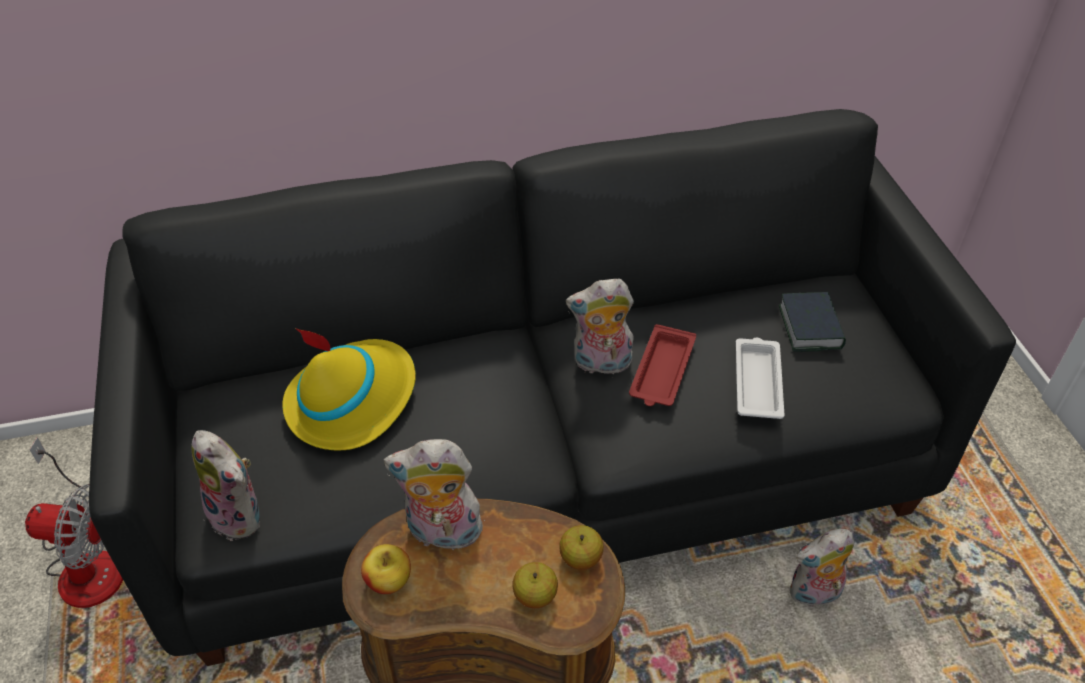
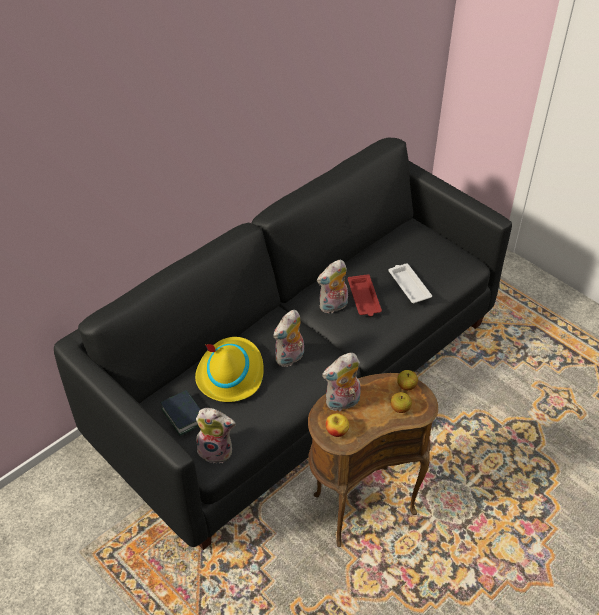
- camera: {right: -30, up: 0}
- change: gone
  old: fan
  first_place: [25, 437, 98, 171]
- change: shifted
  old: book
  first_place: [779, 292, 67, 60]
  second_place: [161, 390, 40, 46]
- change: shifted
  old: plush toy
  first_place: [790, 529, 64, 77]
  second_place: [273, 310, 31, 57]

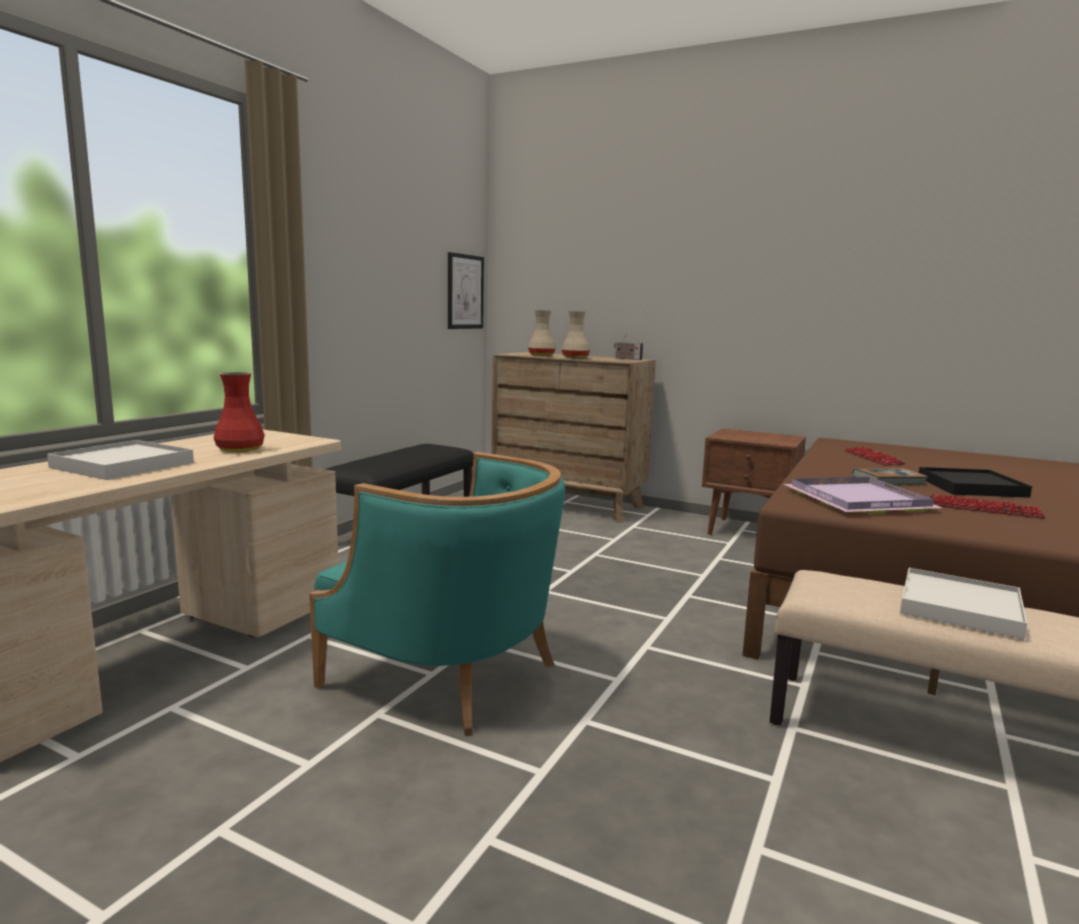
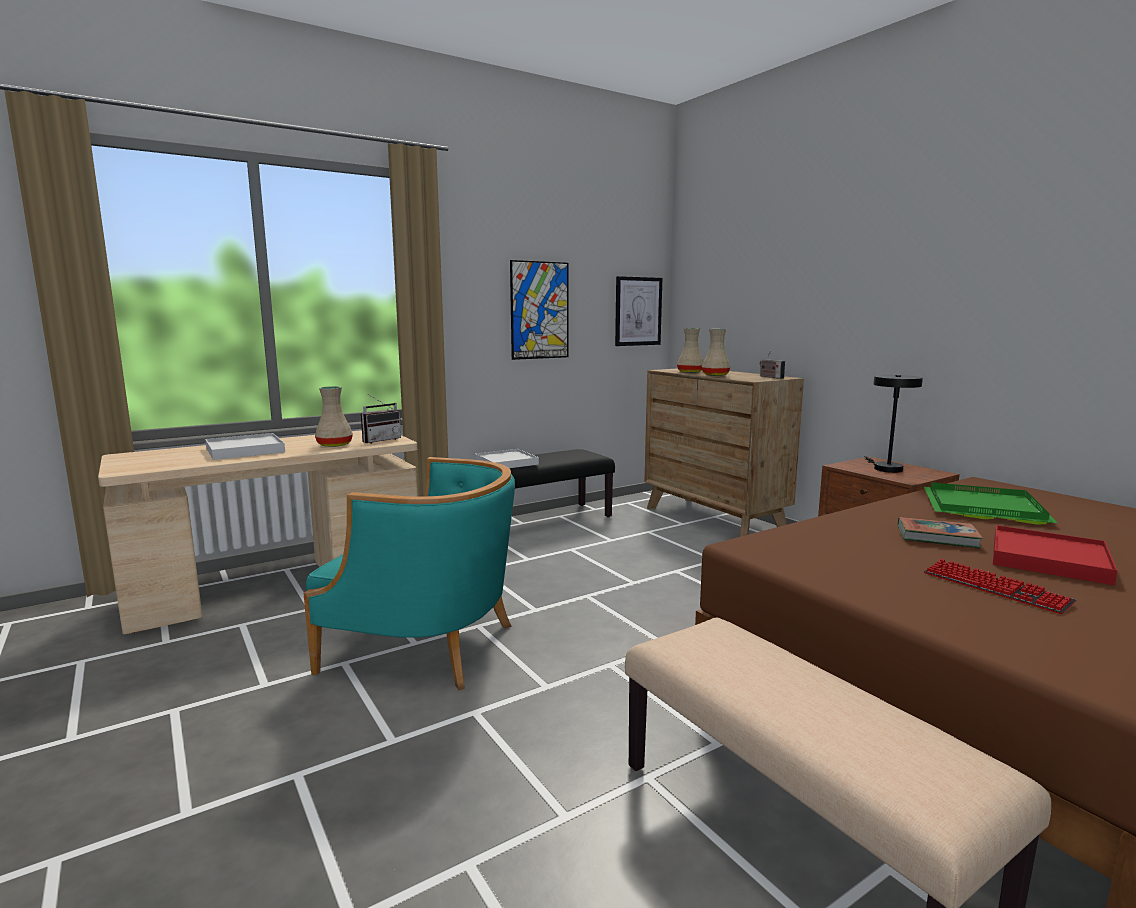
- camera: {right: 30, up: 0}
- change: repainted
  old: red vase
  new: beige vase
  first_place: [214, 372, 51, 80]
  second_place: [315, 386, 38, 61]
- change: rotated
  old: turquoise armchair
  first_place: [309, 452, 256, 285]
  second_place: [304, 457, 211, 233]
  degrees: -45
- change: gone
  old: purple tray
  first_place: [784, 477, 158, 37]
- change: swapped
  old: keyboard
  new: green tray
  first_place: [845, 447, 61, 19]
  second_place: [924, 482, 134, 43]
- change: shifted
  old: white tray
  first_place: [900, 568, 127, 71]
  second_place: [475, 449, 64, 19]
- change: repainted
  old: black tray
  new: red tray
  first_place: [919, 467, 113, 31]
  second_place: [993, 525, 125, 60]
- change: new
  new: radio
  second_place: [361, 394, 40, 50]
- change: new
  new: picture
  second_place: [510, 260, 58, 100]
- change: new
  new: black table lamp
  second_place: [864, 375, 59, 98]

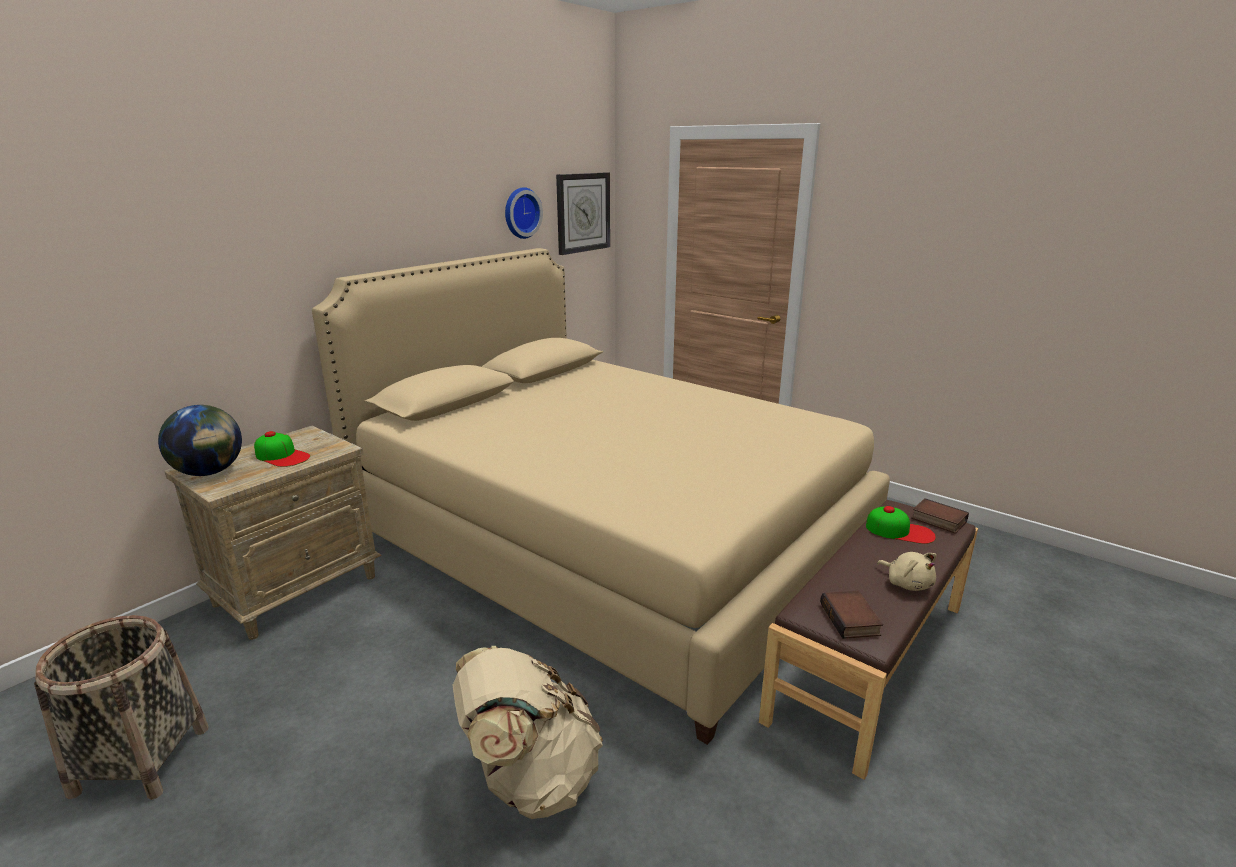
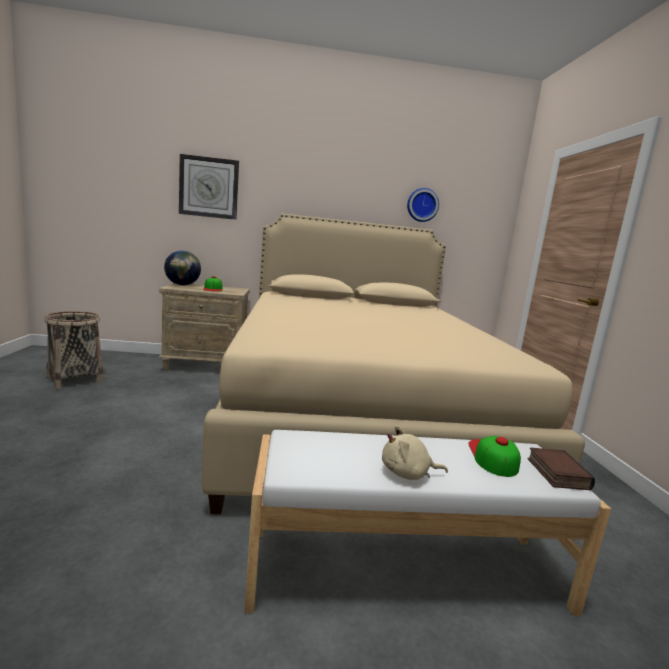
- camera: {right: 45, up: -10}
- change: gone
  old: beige backpack
  first_place: [453, 646, 150, 173]
- change: shifted
  old: wall clock
  first_place: [556, 172, 54, 83]
  second_place: [179, 154, 60, 66]
- change: repainted
  old: brown bench
  new: white bench
  first_place: [759, 500, 219, 280]
  second_place: [245, 430, 366, 186]
- change: gone
  old: book
  first_place: [820, 591, 63, 48]
- change: rotated
  old: cap
  first_place: [866, 506, 70, 38]
  second_place: [469, 436, 52, 41]
  degrees: -150
- change: rotated
  old: beige plush toy
  first_place: [877, 552, 59, 39]
  second_place: [382, 425, 66, 55]
  degrees: 75

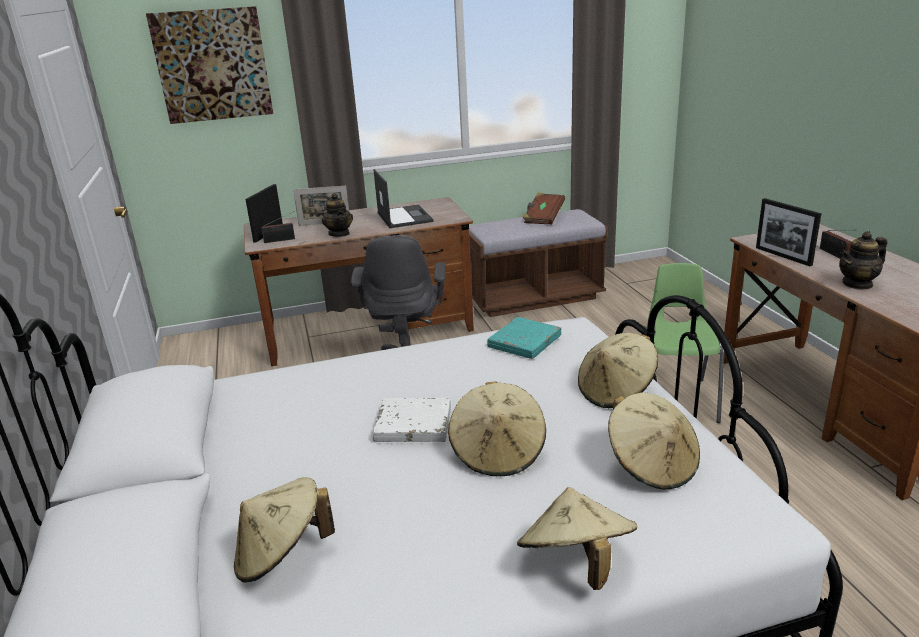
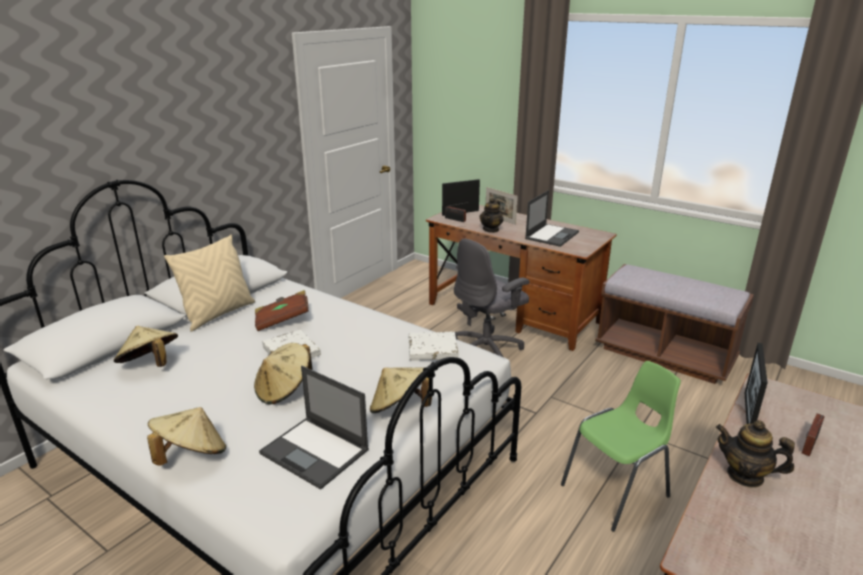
- camera: {right: 50, up: 0}
- change: gone
  old: picture
  first_place: [146, 6, 127, 118]
- change: repainted
  old: turquoise book
  new: white book
  first_place: [487, 317, 74, 42]
  second_place: [409, 332, 50, 29]
- change: shifted
  old: brown book
  first_place: [523, 193, 42, 32]
  second_place: [255, 290, 54, 41]
- change: swapped
  old: beige hat
  new: laptop
  first_place: [608, 392, 92, 98]
  second_place: [259, 366, 110, 124]
- change: new
  new: beige pillow
  second_place: [164, 235, 91, 97]

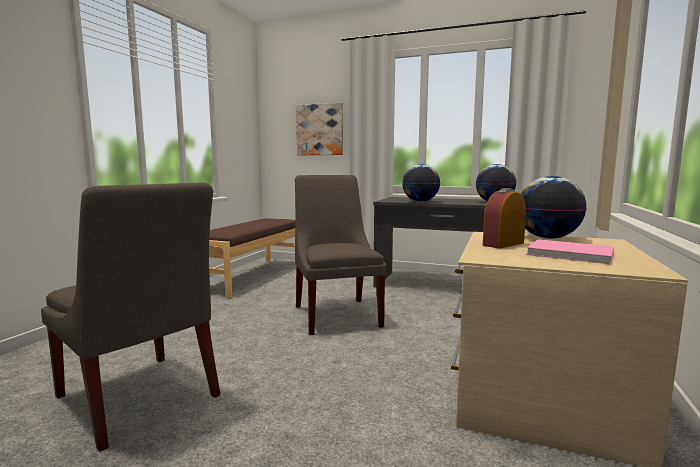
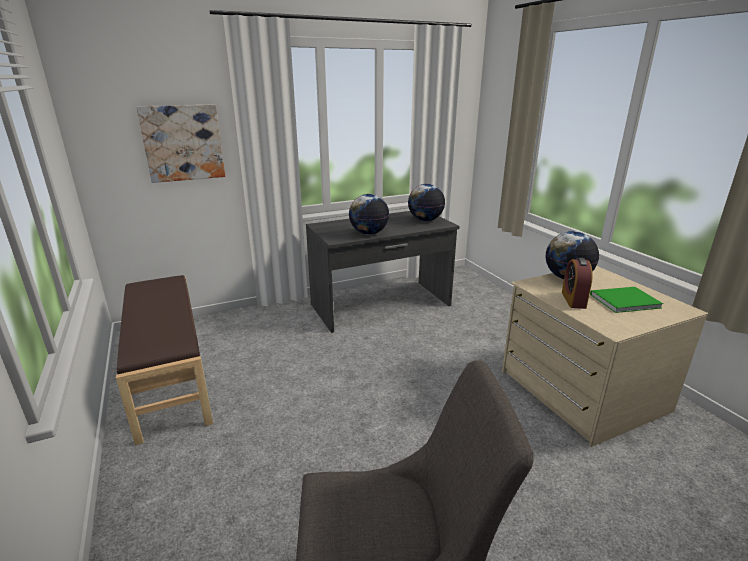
- camera: {right: -45, up: 15}
- change: gone
  old: grey chair
  first_place: [295, 175, 92, 160]
- change: repainted
  old: pink book
  new: green book
  first_place: [526, 239, 88, 25]
  second_place: [590, 287, 73, 26]

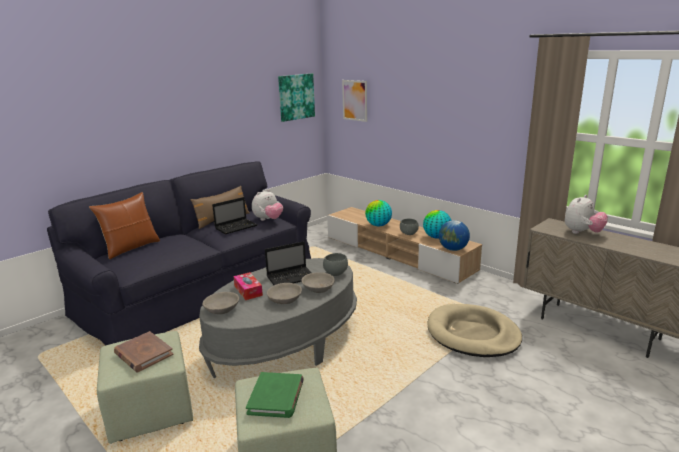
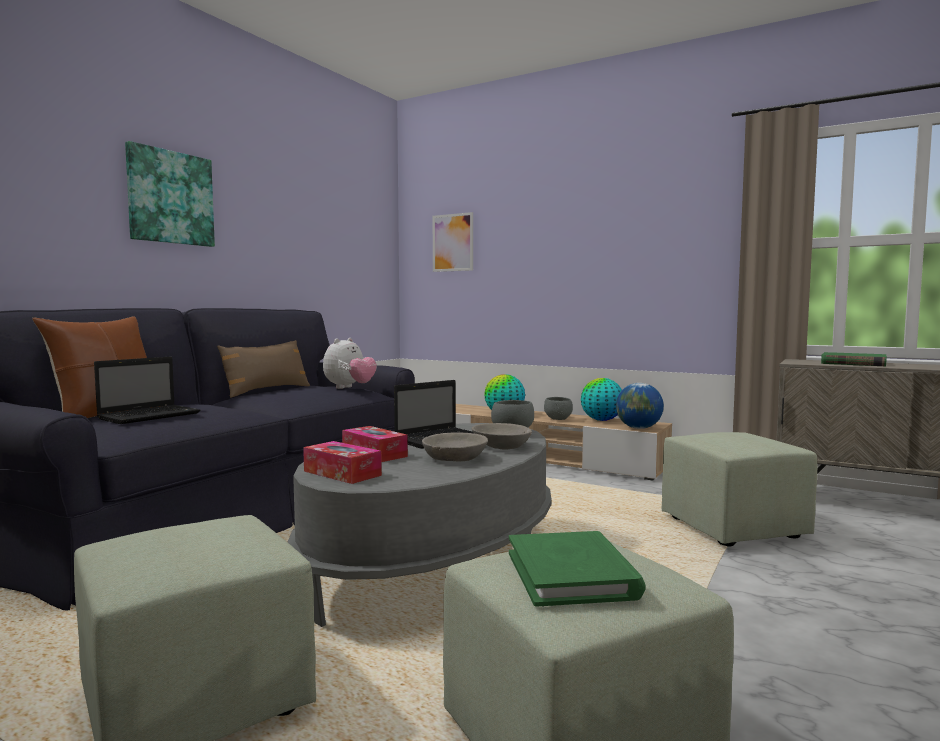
- camera: {right: -15, up: -15}
- change: gone
  old: brown book
  first_place: [114, 331, 60, 42]
- change: swapped
  old: grey bowl
  new: tissue box
  first_place: [202, 292, 37, 22]
  second_place: [303, 441, 79, 43]
- change: shifted
  old: laptop
  first_place: [212, 197, 46, 38]
  second_place: [94, 357, 106, 67]
- change: shifted
  old: picture
  first_place: [278, 73, 37, 49]
  second_place: [125, 141, 90, 106]
- change: swapped
  old: beige dog bed
  new: green ottoman
  first_place: [427, 304, 95, 53]
  second_place: [662, 432, 155, 115]
- change: swapped
  old: plush toy
  new: green book
  first_place: [565, 195, 43, 39]
  second_place: [821, 352, 66, 14]

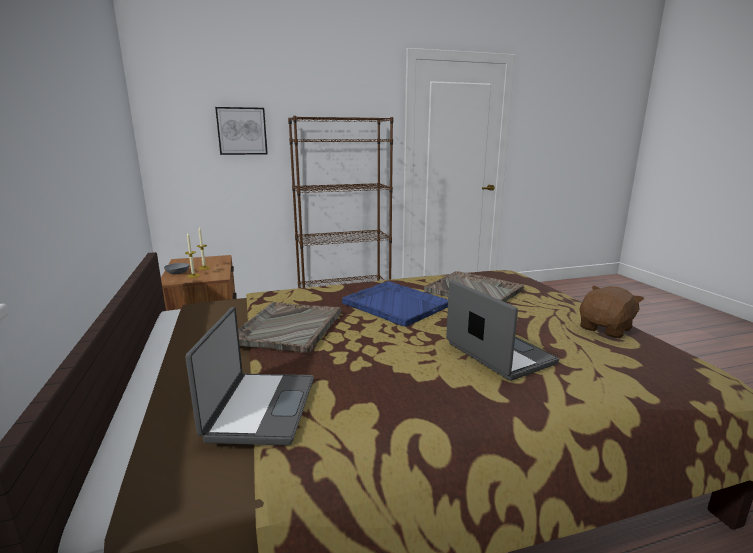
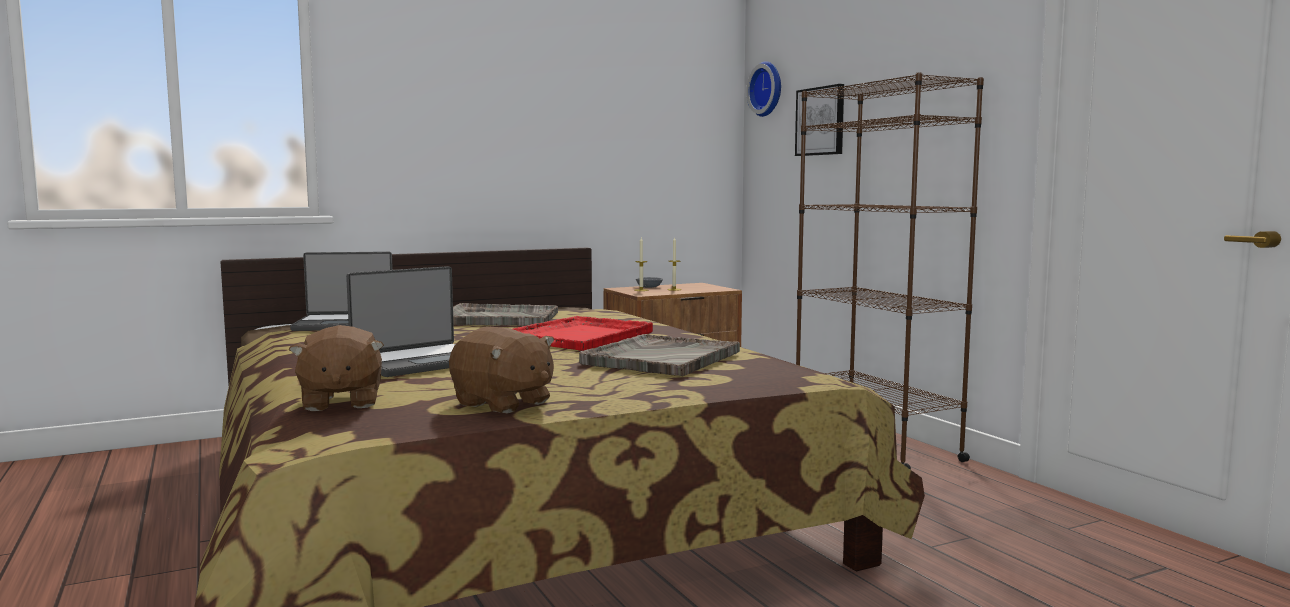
- camera: {right: 80, up: -10}
- change: repainted
  old: blue tray
  new: red tray
  first_place: [342, 281, 106, 46]
  second_place: [513, 316, 140, 35]
- change: new
  new: brown plush toy
  second_place: [289, 325, 95, 86]
- change: new
  new: wall clock
  second_place: [746, 61, 35, 56]

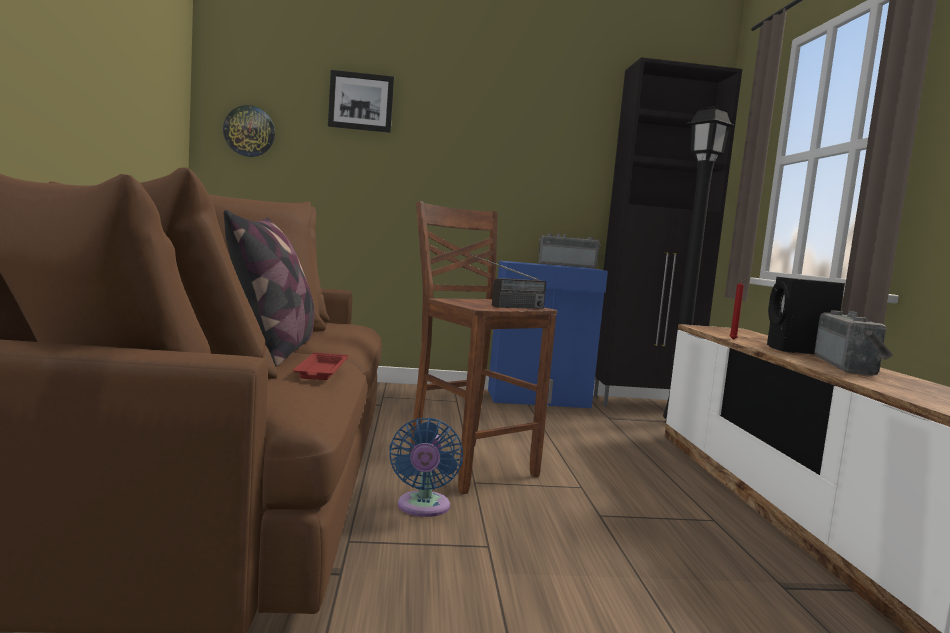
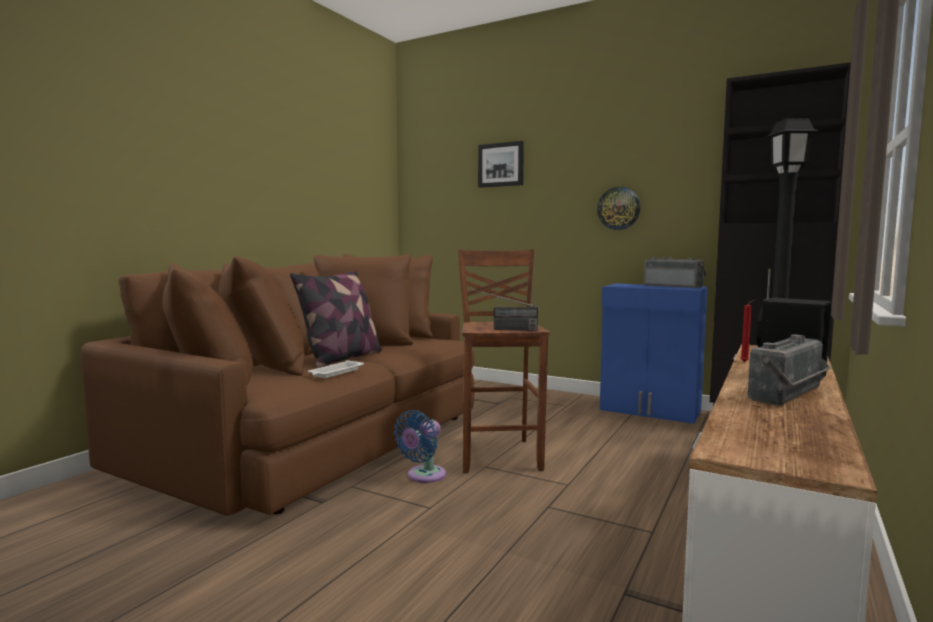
- camera: {right: 35, up: 0}
- change: shifted
  old: wall clock
  first_place: [223, 105, 52, 52]
  second_place: [597, 187, 43, 43]
- change: repainted
  old: red tray
  new: white tray
  first_place: [293, 352, 55, 28]
  second_place: [308, 360, 56, 18]

